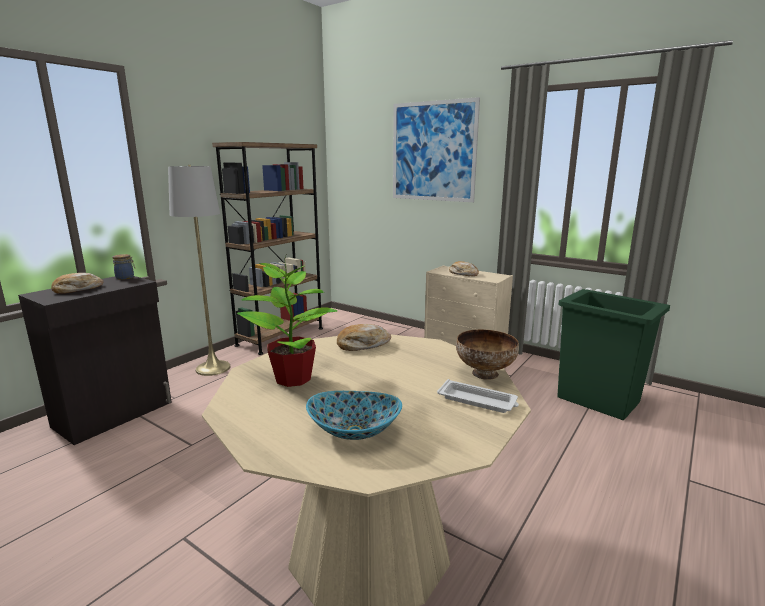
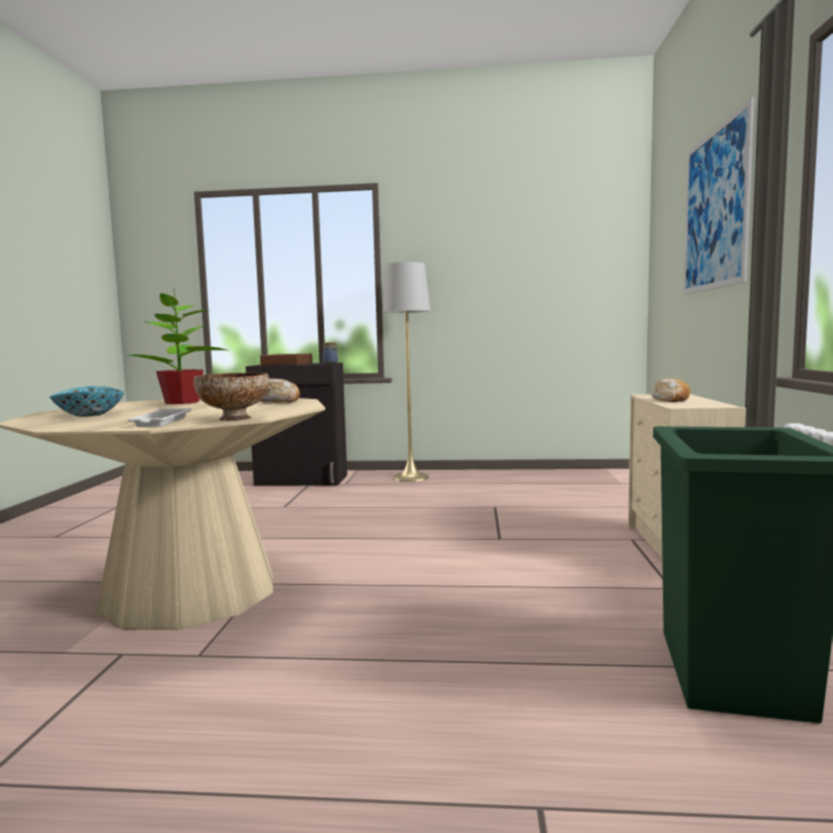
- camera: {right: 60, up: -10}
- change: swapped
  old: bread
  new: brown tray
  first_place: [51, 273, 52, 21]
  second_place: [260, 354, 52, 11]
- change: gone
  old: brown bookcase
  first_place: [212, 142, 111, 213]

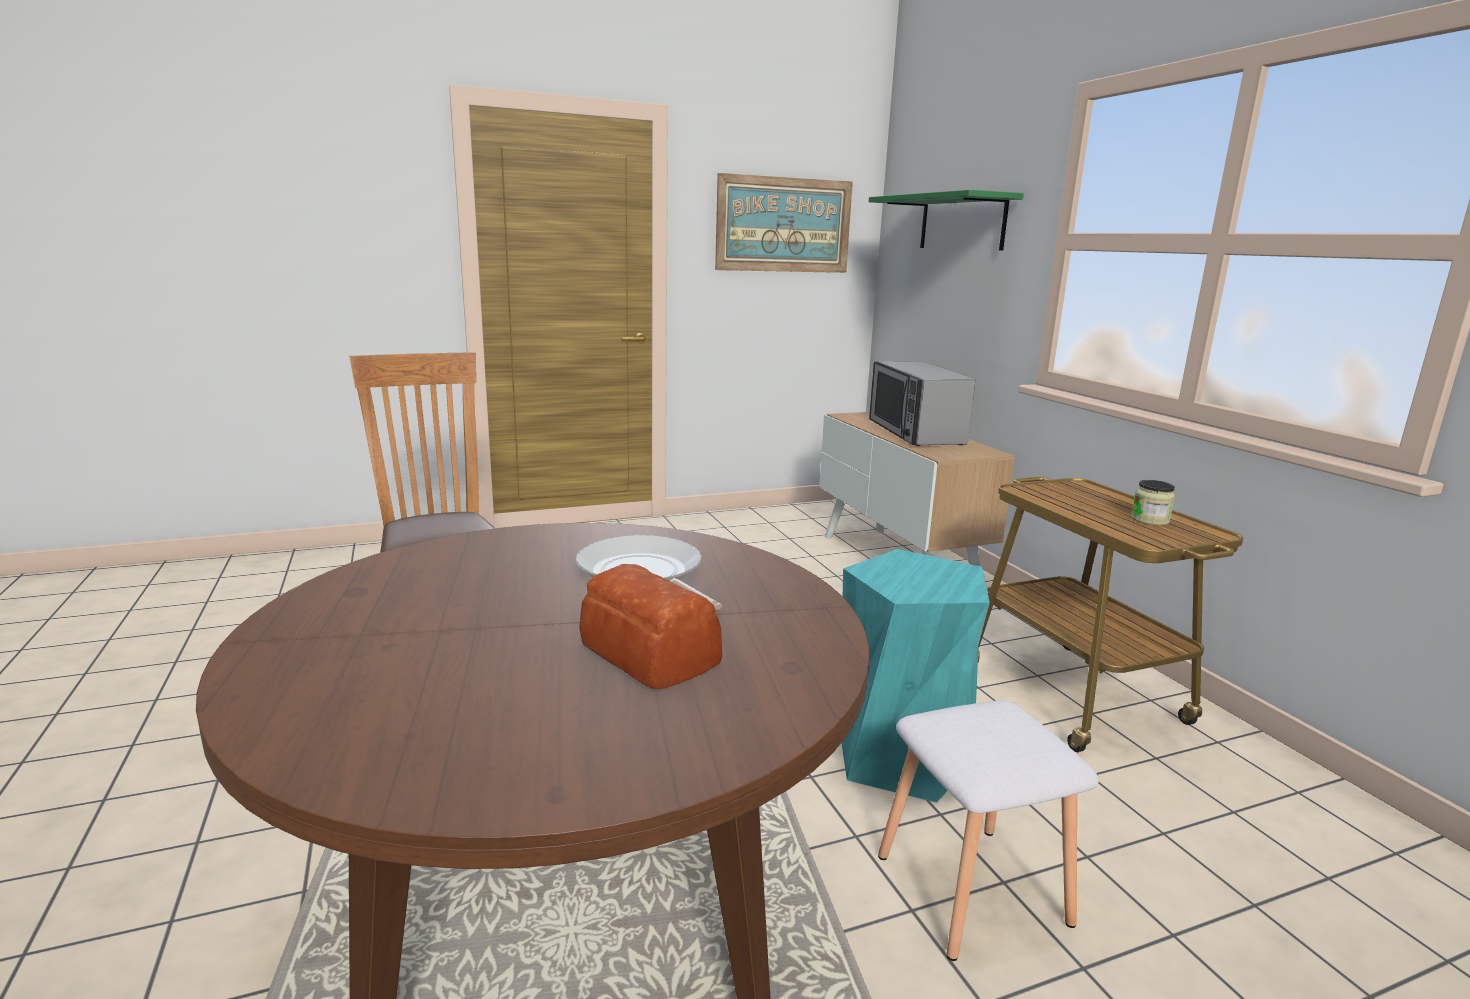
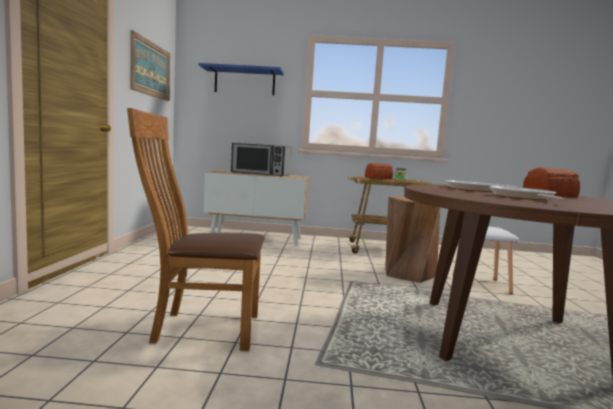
- camera: {right: -65, up: -10}
- change: repainted
  old: turquoise stool
  new: brown stool
  first_place: [842, 549, 148, 254]
  second_place: [385, 197, 55, 86]
- change: repainted
  old: green shelf
  new: blue shelf
  first_place: [869, 190, 155, 61]
  second_place: [199, 63, 85, 32]
- change: new
  new: bread
  second_place: [365, 163, 28, 16]
- change: new
  new: frying pan
  second_place: [490, 186, 77, 15]

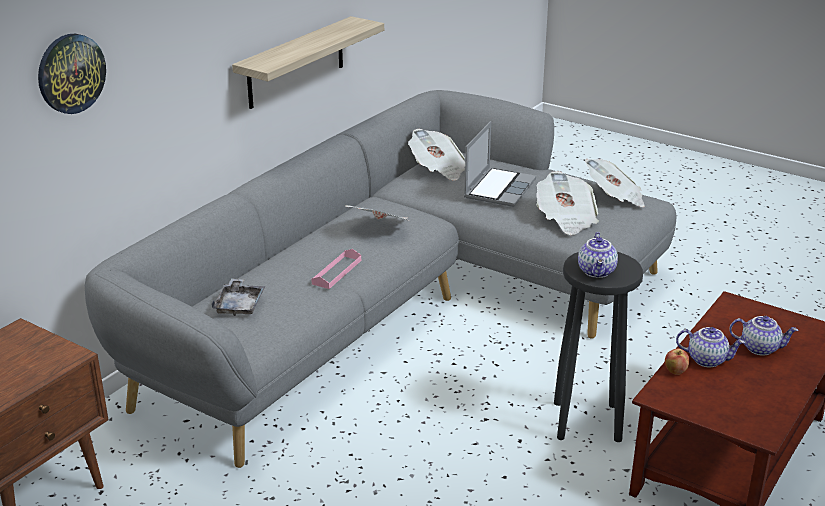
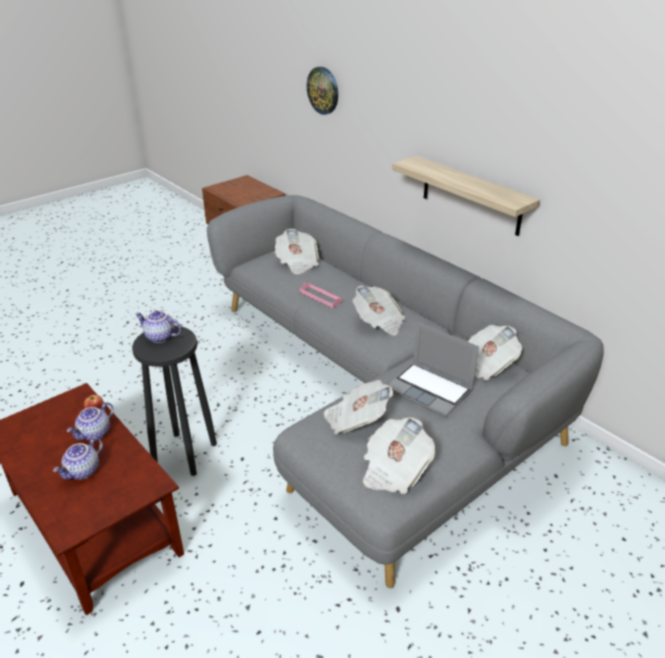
- camera: {right: 105, up: 5}
- change: swapped
  old: grey tray
  new: newspaper
  first_place: [211, 278, 54, 38]
  second_place: [275, 229, 44, 46]

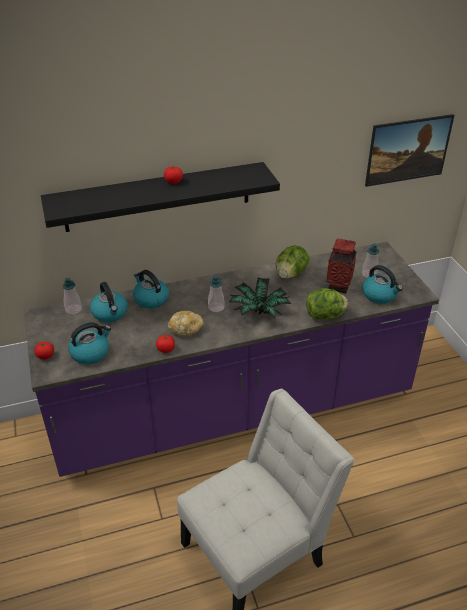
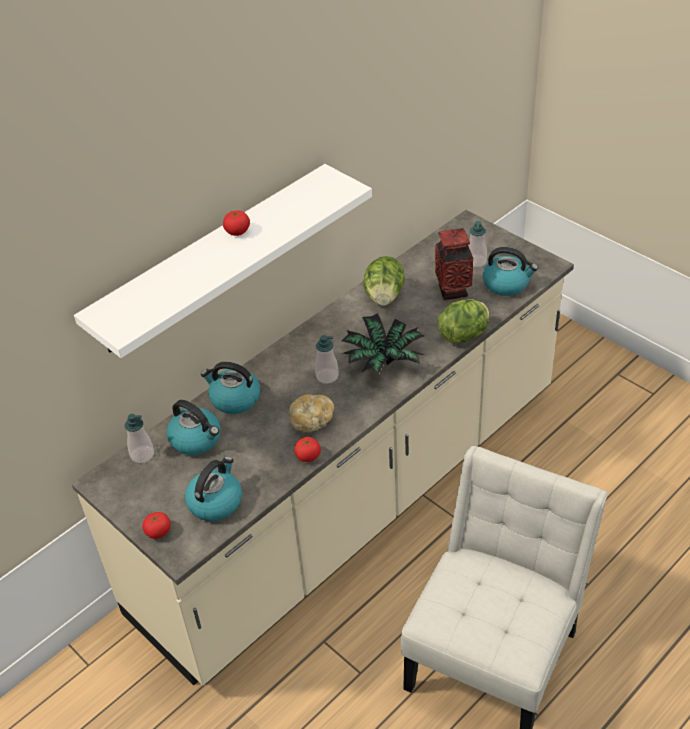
- camera: {right: -25, up: 5}
- change: repainted
  old: purple counter
  new: beige counter
  first_place: [24, 242, 415, 235]
  second_place: [72, 210, 502, 476]
- change: repainted
  old: black shelf
  new: white shelf
  first_place: [41, 162, 239, 70]
  second_place: [74, 164, 298, 194]
- change: gone
  old: picture
  first_place: [365, 114, 89, 73]

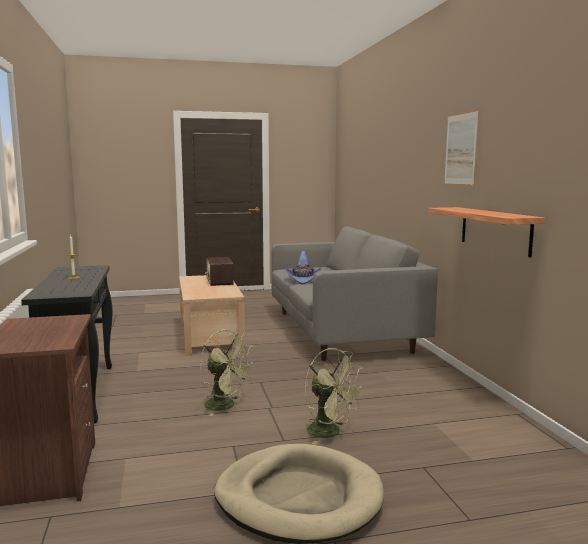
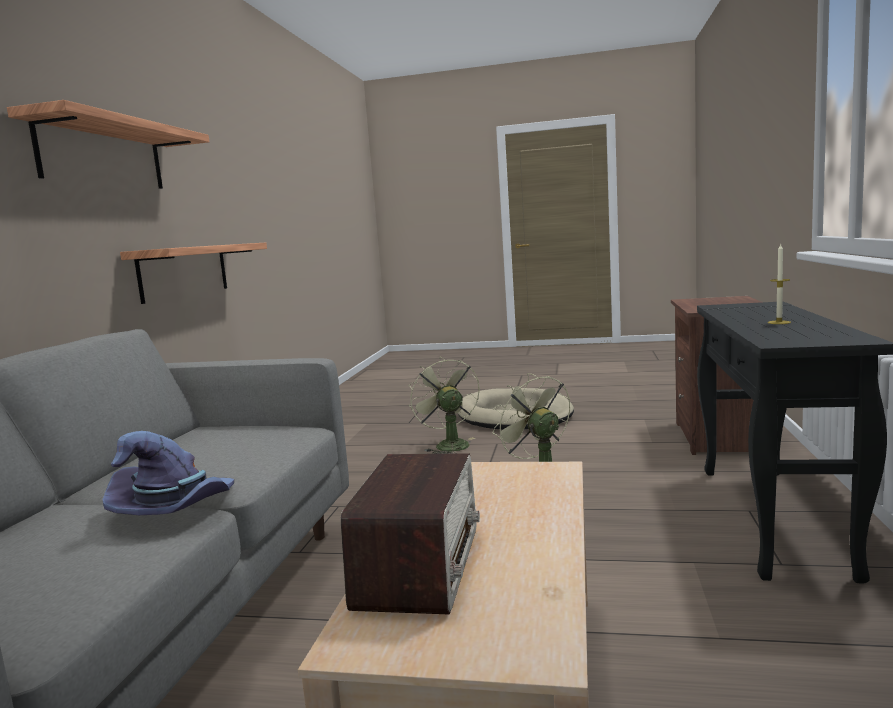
- camera: {right: -155, up: 0}
- change: swapped
  old: picture
  new: shelf
  first_place: [444, 109, 35, 77]
  second_place: [7, 100, 203, 89]

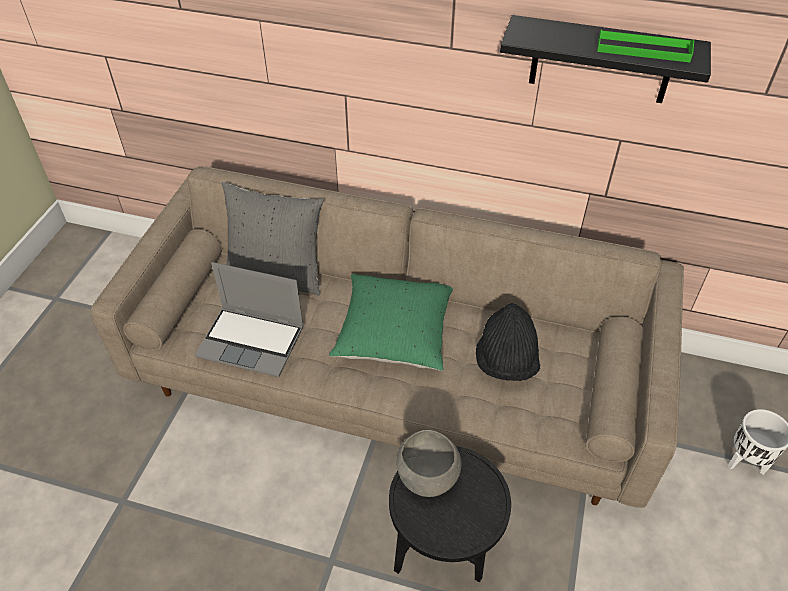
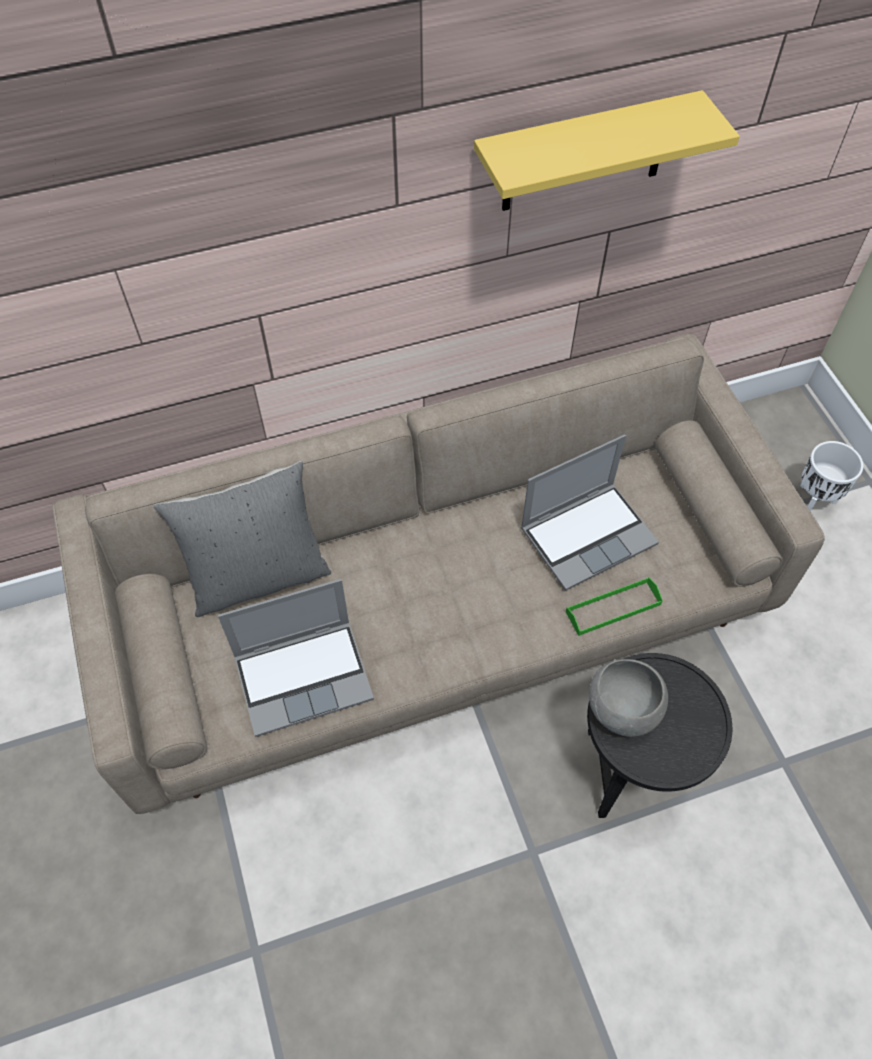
- camera: {right: -35, up: 10}
- change: gone
  old: green pillow
  first_place: [329, 274, 124, 97]
- change: swapped
  old: black hat
  new: laptop
  first_place: [476, 303, 64, 78]
  second_place: [521, 435, 138, 156]
- change: repainted
  old: black shelf
  new: yellow shelf
  first_place: [500, 15, 211, 88]
  second_place: [474, 90, 266, 121]
- change: shifted
  old: green tray
  first_place: [597, 29, 97, 33]
  second_place: [566, 577, 97, 59]

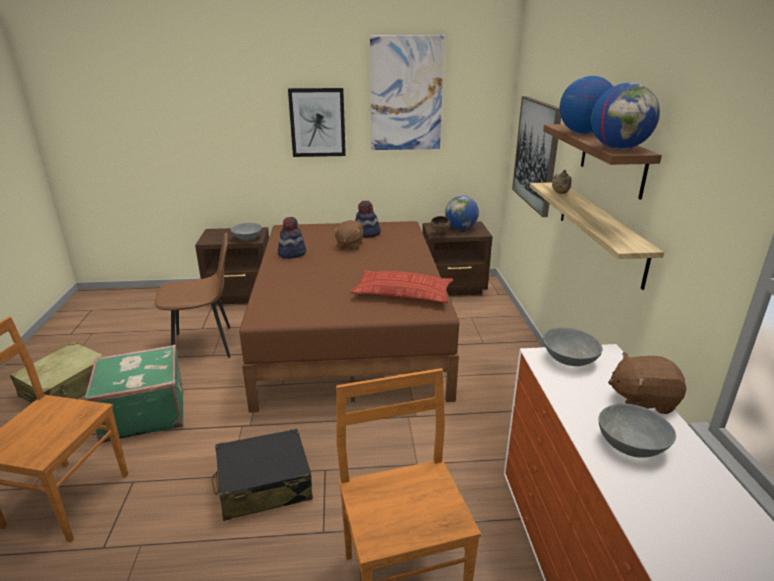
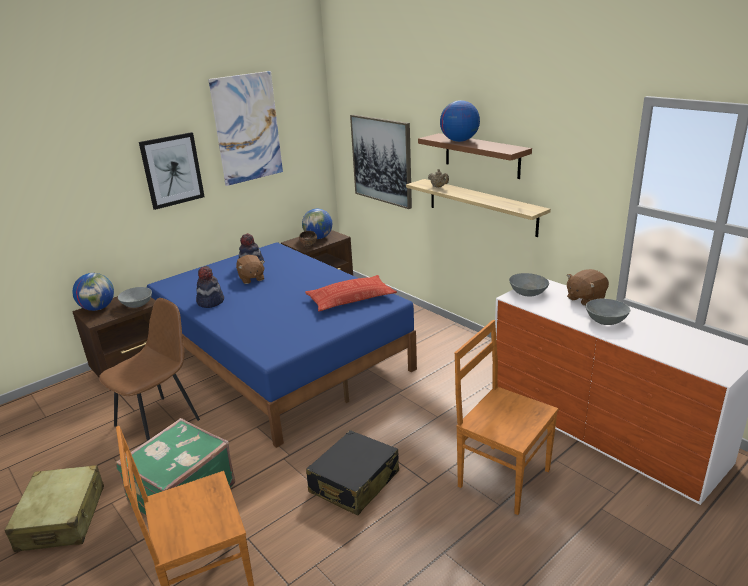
- camera: {right: -35, up: 0}
- change: repainted
  old: brown bed
  new: blue bed
  first_place: [239, 221, 220, 192]
  second_place: [147, 242, 270, 206]
- change: shifted
  old: globe
  first_place: [591, 83, 69, 66]
  second_place: [72, 273, 42, 38]

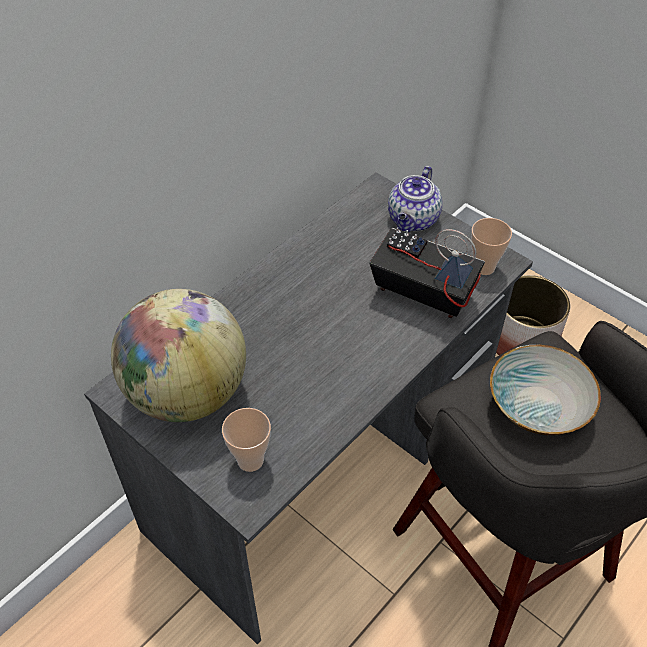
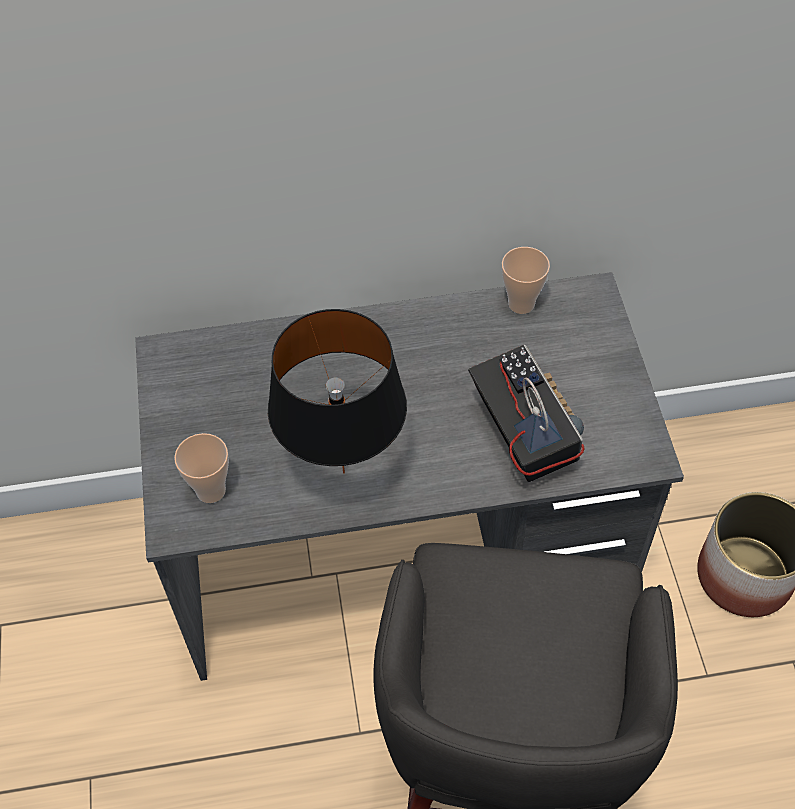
- camera: {right: 40, up: 5}
- change: gone
  old: globe
  first_place: [111, 289, 135, 133]
- change: gone
  old: teapot
  first_place: [388, 166, 54, 66]
- change: shifted
  old: cup
  first_place: [471, 218, 41, 57]
  second_place: [502, 247, 48, 67]
- change: gone
  old: bowl
  first_place: [490, 345, 111, 90]
- change: new
  new: black table lamp
  second_place: [268, 309, 139, 165]

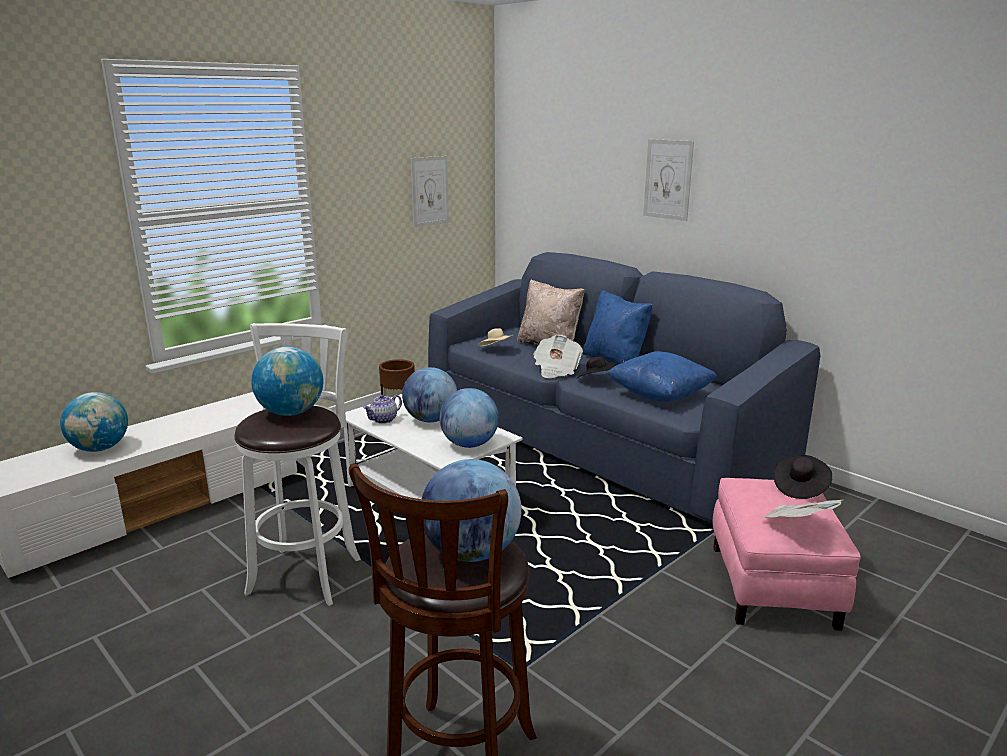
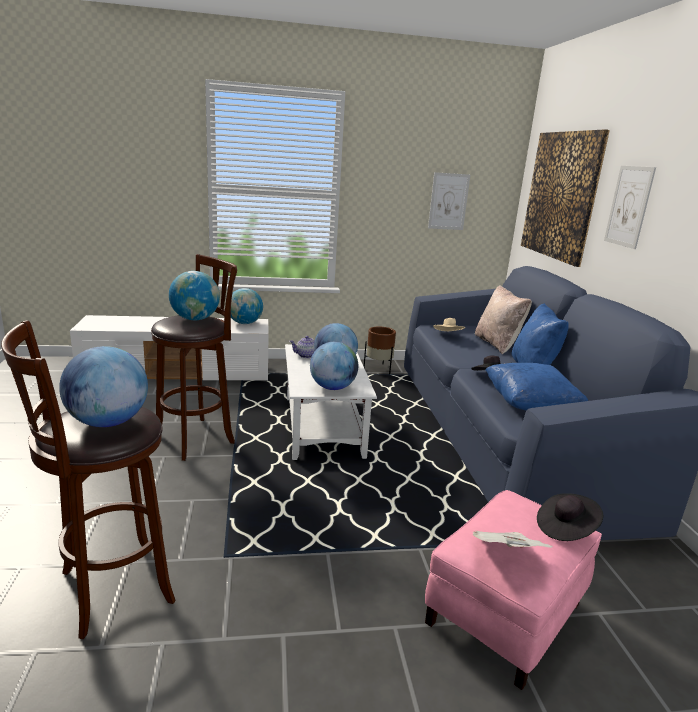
- camera: {right: 35, up: 0}
- change: shifted
  old: globe
  first_place: [60, 392, 68, 60]
  second_place: [231, 288, 32, 36]
- change: repainted
  old: white stool
  new: brown stool
  first_place: [234, 323, 127, 283]
  second_place: [151, 254, 86, 207]
- change: gone
  old: newspaper
  first_place: [533, 335, 50, 43]
- change: new
  new: picture
  second_place: [521, 129, 89, 138]

